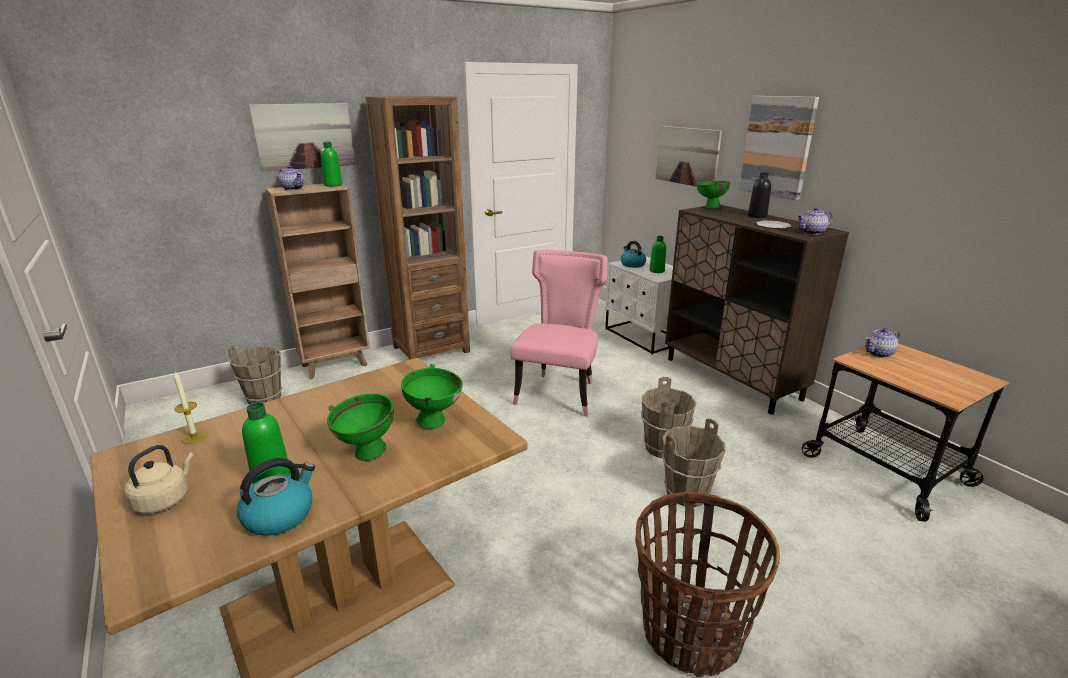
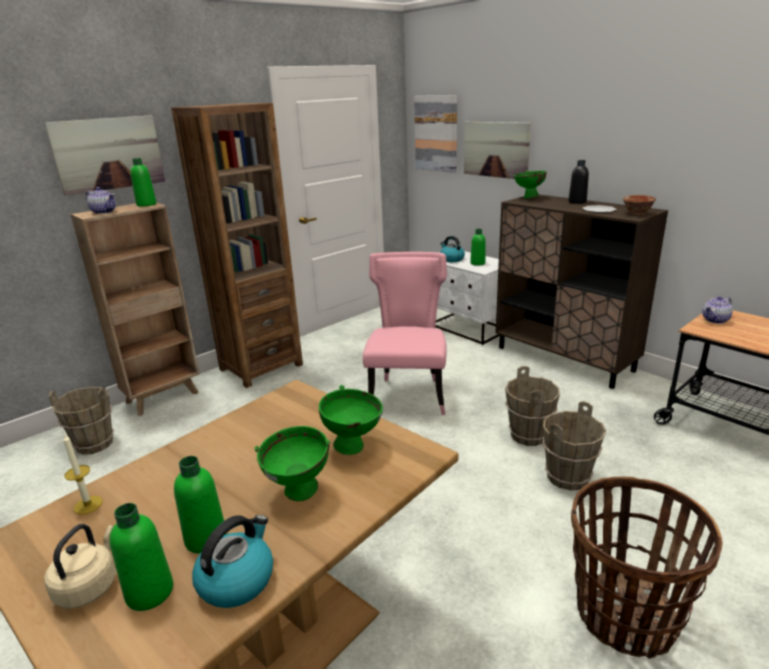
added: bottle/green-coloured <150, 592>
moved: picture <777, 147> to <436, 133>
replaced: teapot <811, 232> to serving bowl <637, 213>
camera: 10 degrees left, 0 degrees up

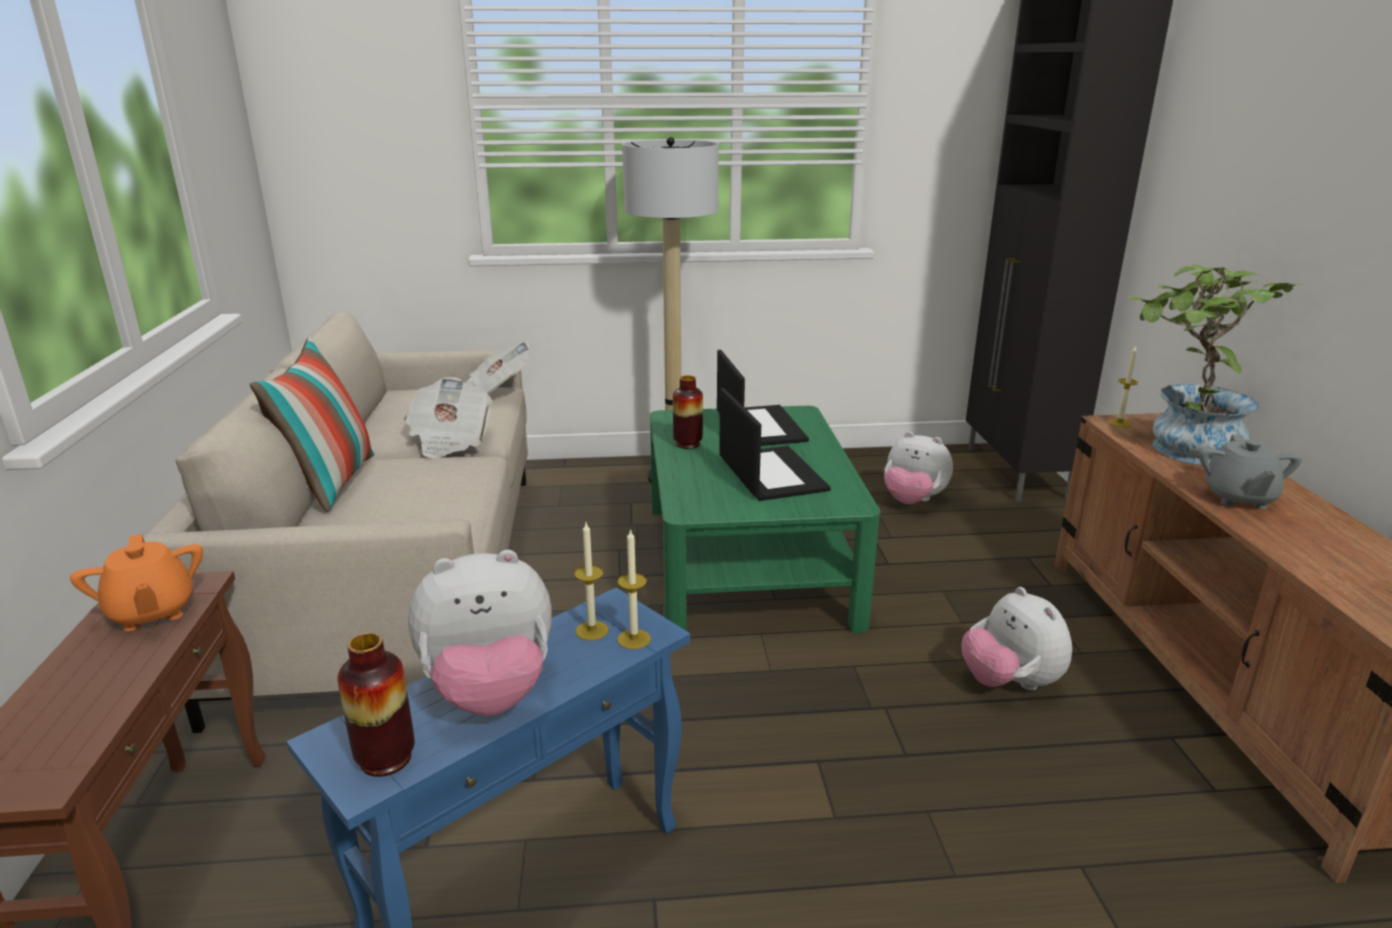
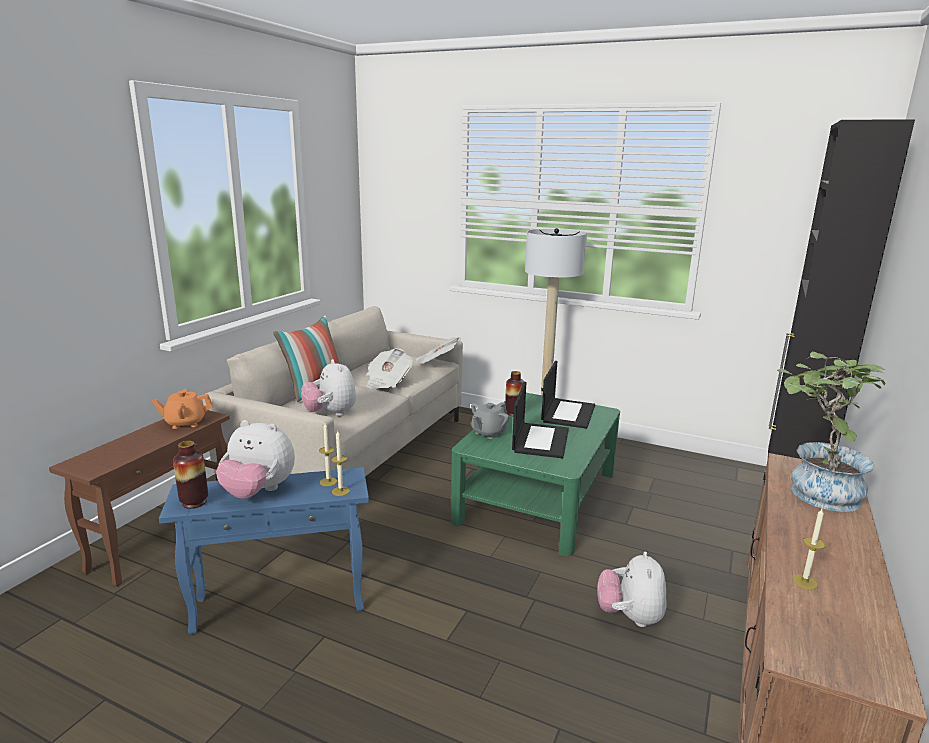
moved: soft toy <913, 501> to <331, 413>; wax candle <1119, 423> to <804, 582>; teapot/grey <1238, 498> to <488, 433>
turned: teapot/orange <152, 612> = <185, 423> 75 degrees clockwise
camera: 30 degrees right, 5 degrees down

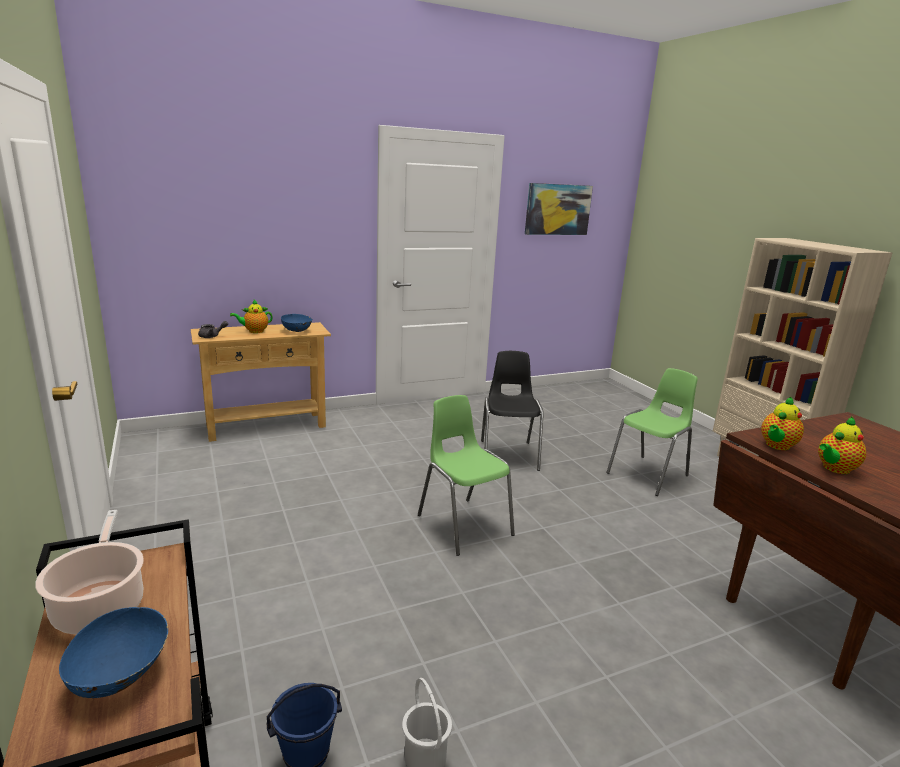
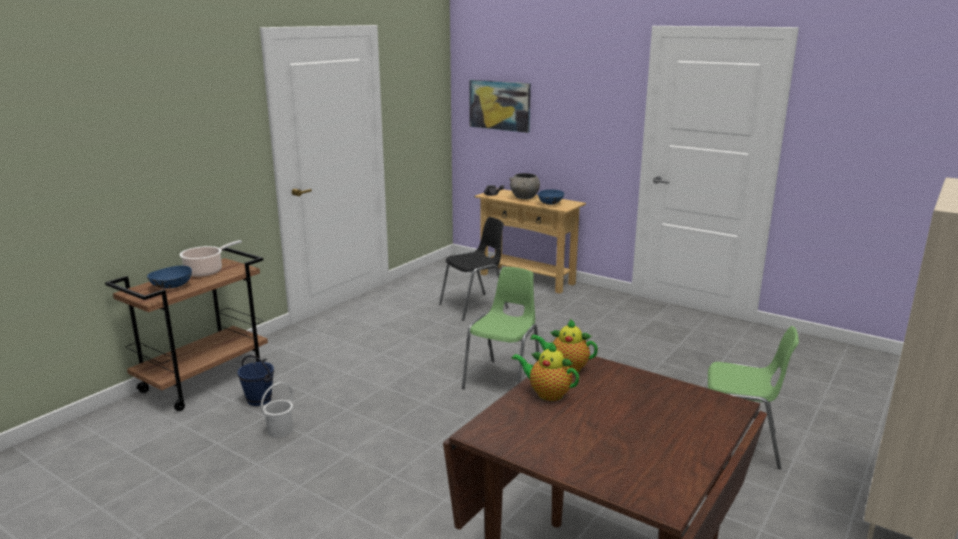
moved: plain chair/blackish <508, 455> to <474, 306>; picture <557, 209> to <500, 105>
replaced: teapot <254, 331> to serving bowl/grey <524, 198>
camera: 60 degrees right, 0 degrees up

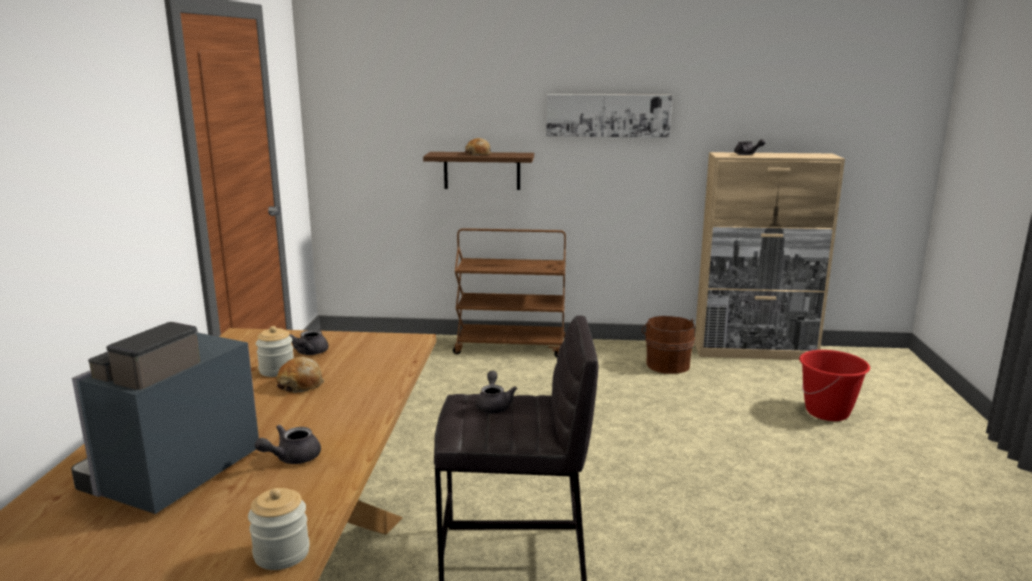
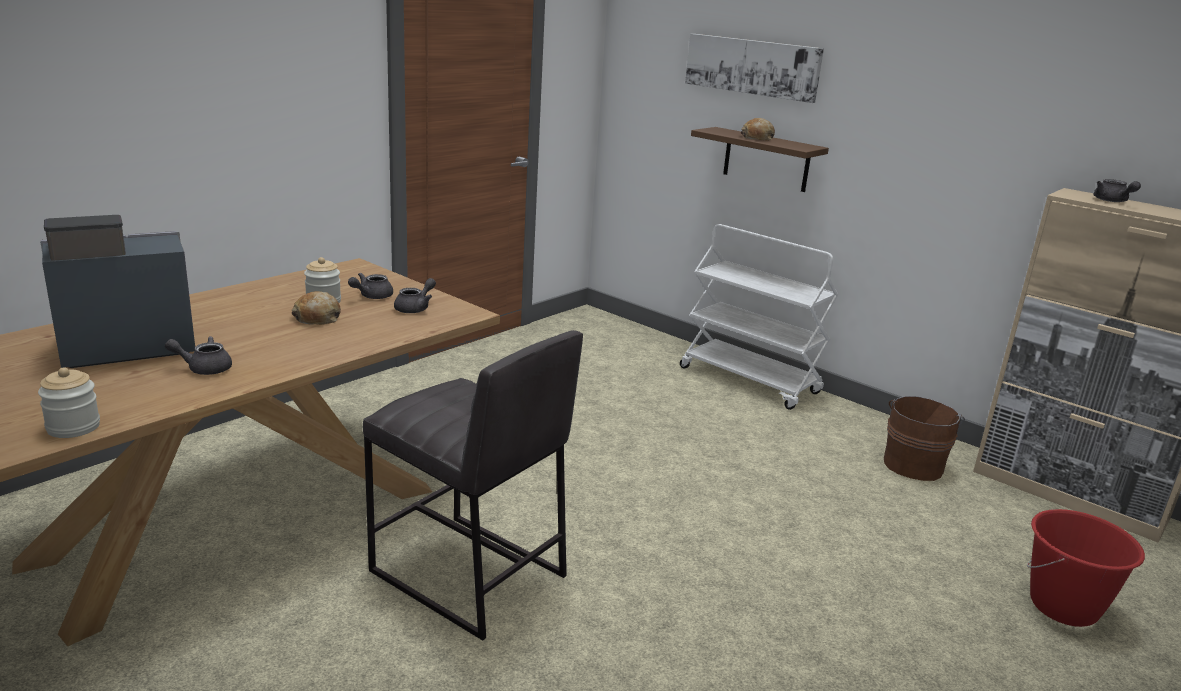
moved: teapot/grey <493, 405> to <415, 308>; picture <608, 115> to <752, 66>
recoloured: trolley/brown <511, 347> to trolley/white-coloured <750, 381>
camera: 35 degrees right, 5 degrees up

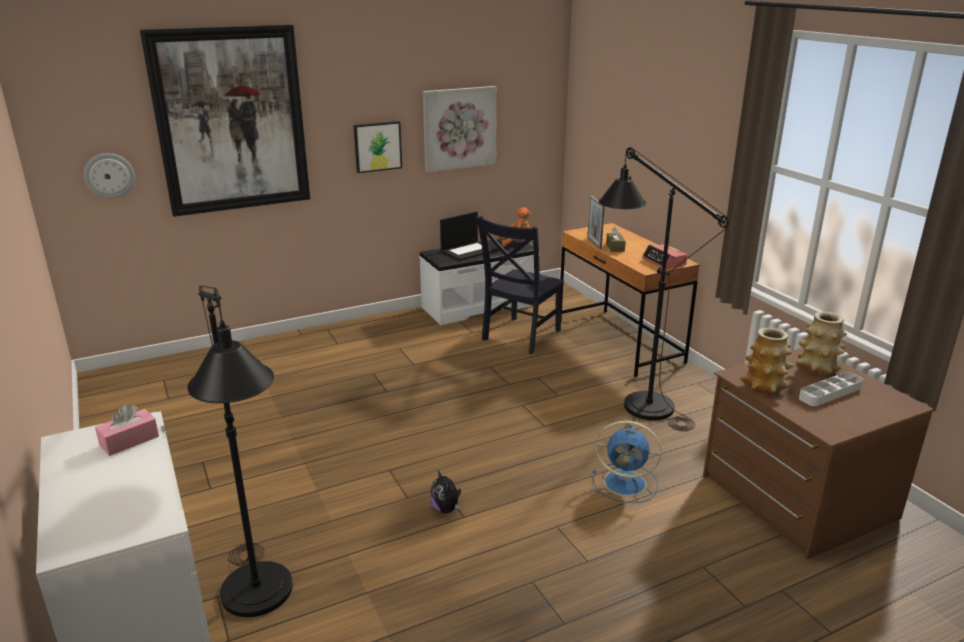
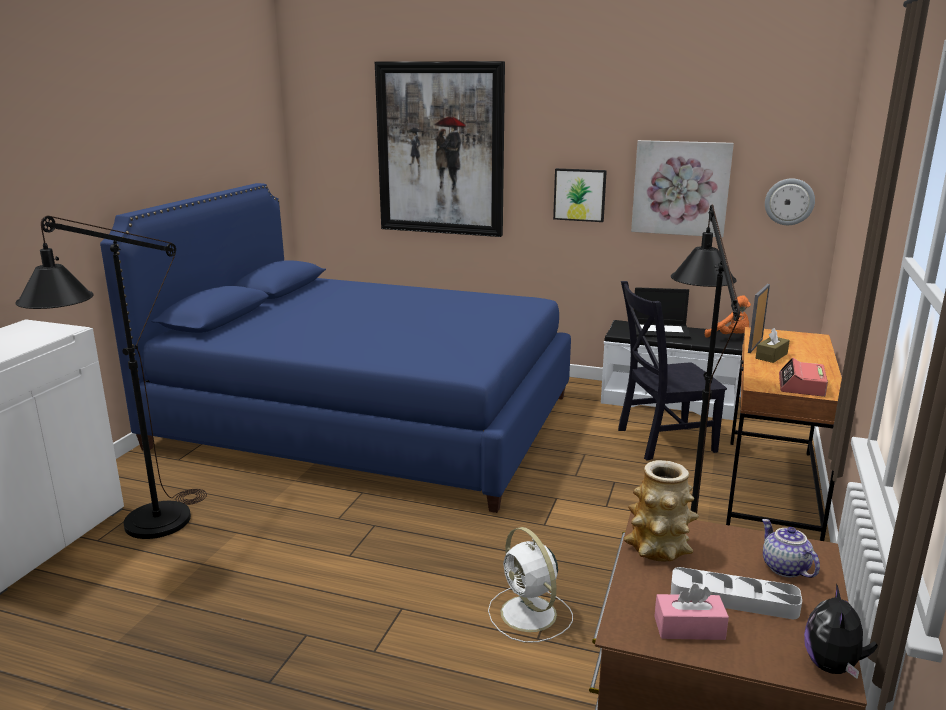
added: bed/bluish <367, 421>
moved: wall clock <109, 175> to <789, 201>; tissue holder/pinkish <129, 440> to <689, 628>; soft toy <446, 509> to <833, 666>
replaced: decorative vase <817, 368> to teapot <784, 568>
recoloured: fan/bluish <627, 483> to fan/white-coloured <530, 615>
camera: 45 degrees right, 5 degrees down

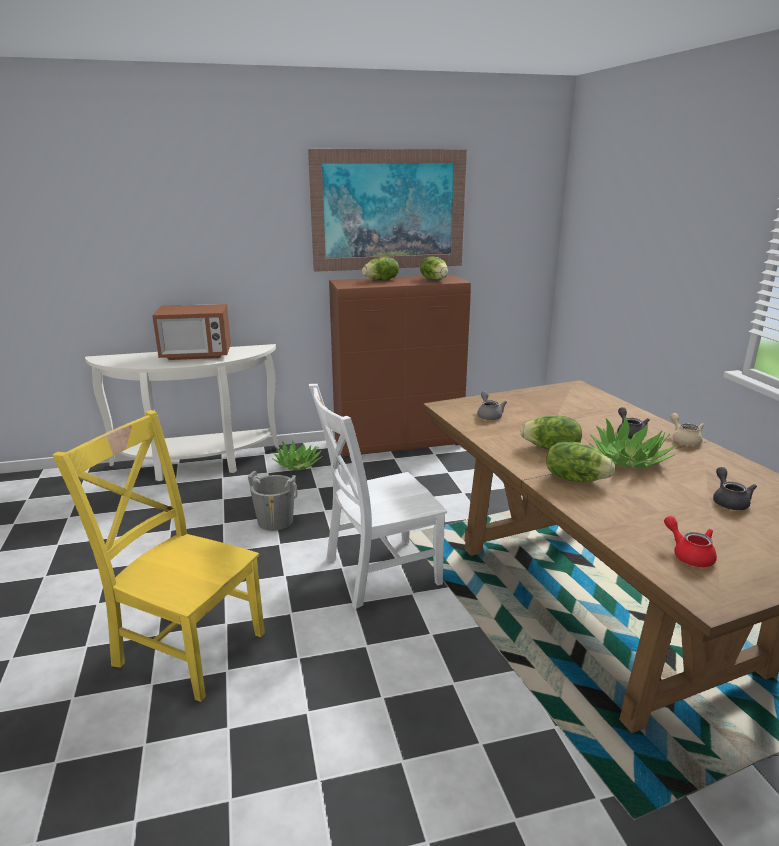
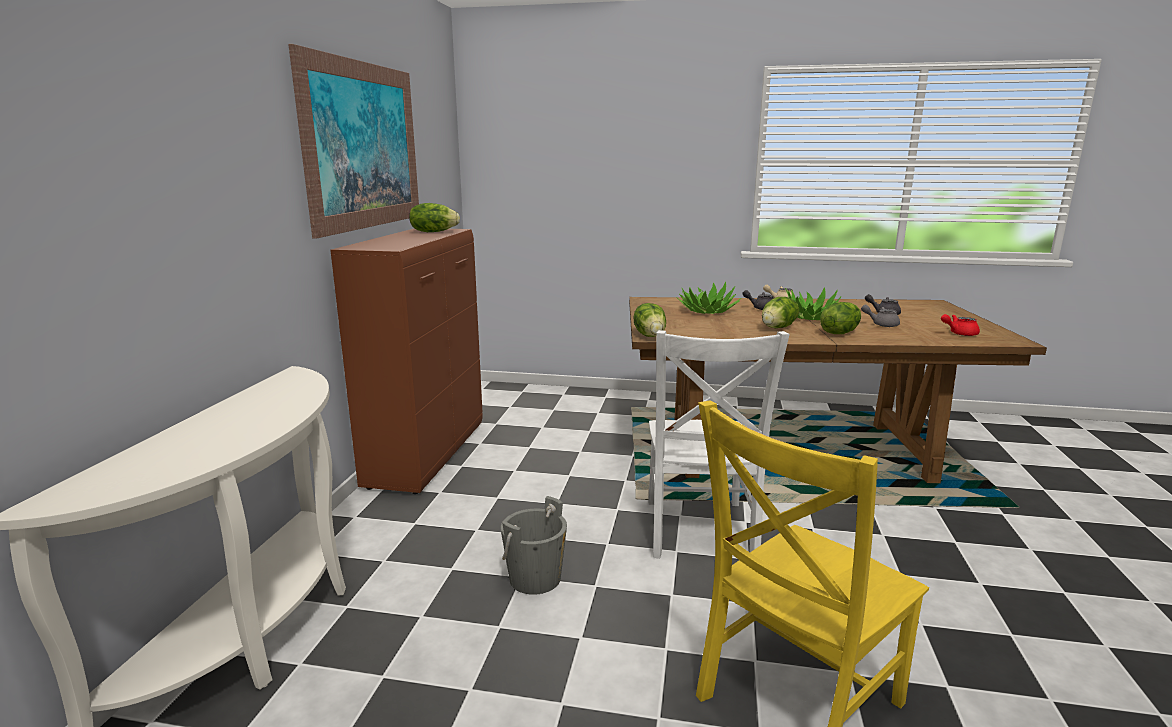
removed: microwave oven <196, 355>
moved: potted plant <298, 464> to <707, 311>; lettuce <381, 280> to <650, 335>; teapot/grey <489, 415> to <881, 324>
camera: 65 degrees left, 5 degrees down

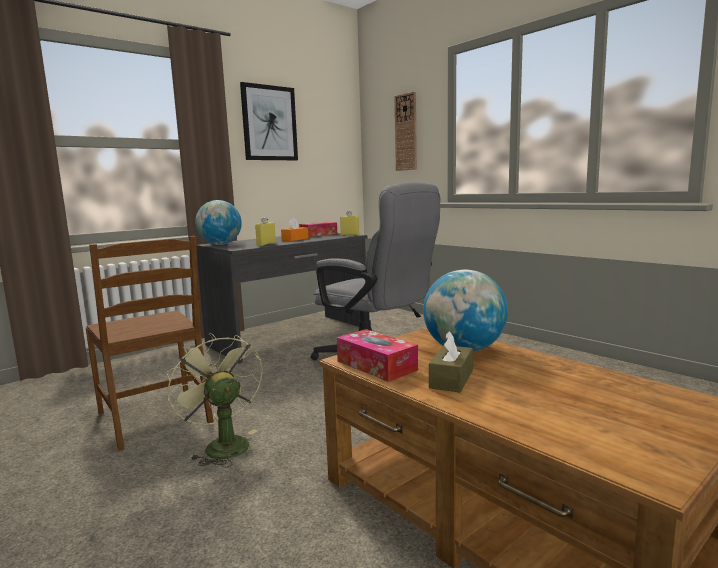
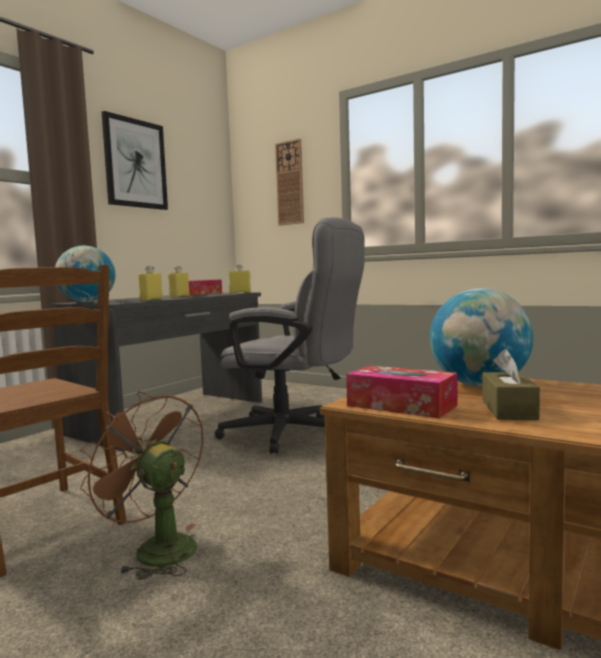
replaced: tissue holder/orange <295, 239> to bottle/yellowish <179, 296>
recoloured: fan/green-coloured <222, 445> to fan/brown <155, 548>
camera: 15 degrees left, 5 degrees down

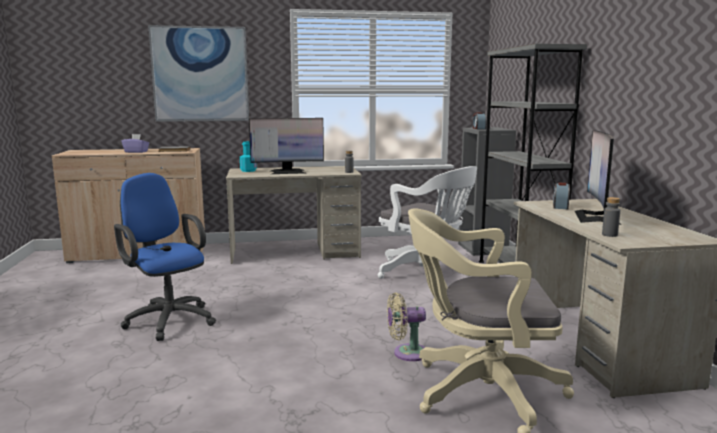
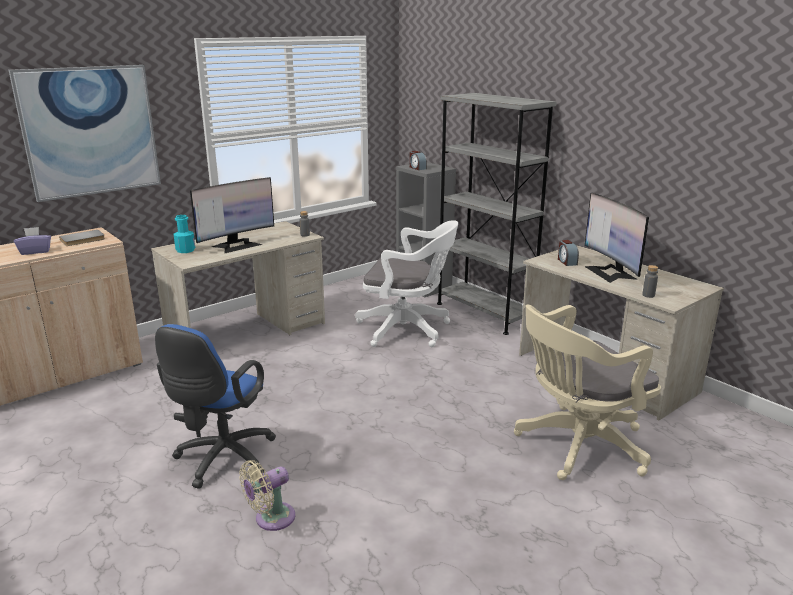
moved: fan/beige-coloured <406, 353> to <271, 519>
turned: desk chair/bluish <168, 319> = <222, 460> 90 degrees counterclockwise
camera: 30 degrees left, 10 degrees up

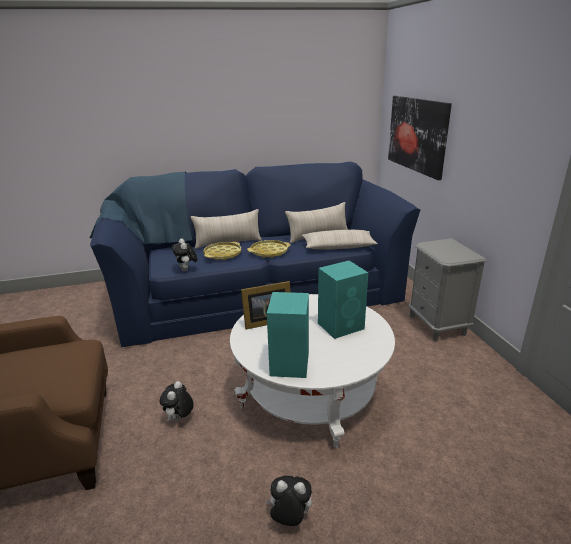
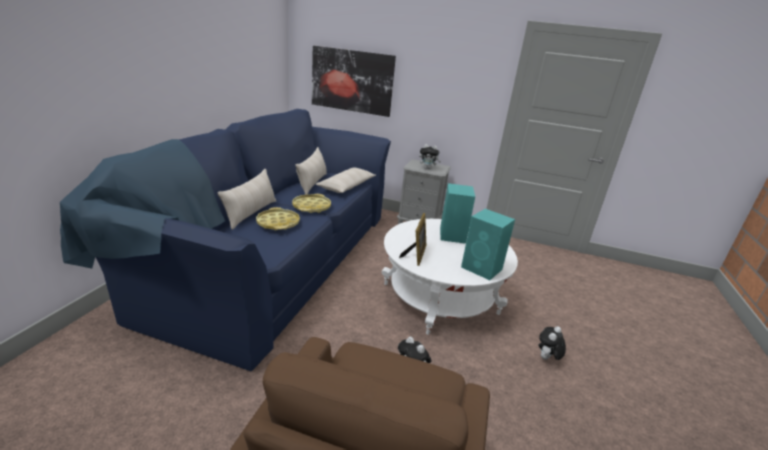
moved: soft toy <186, 270> to <428, 168>
camera: 60 degrees left, 0 degrees up

